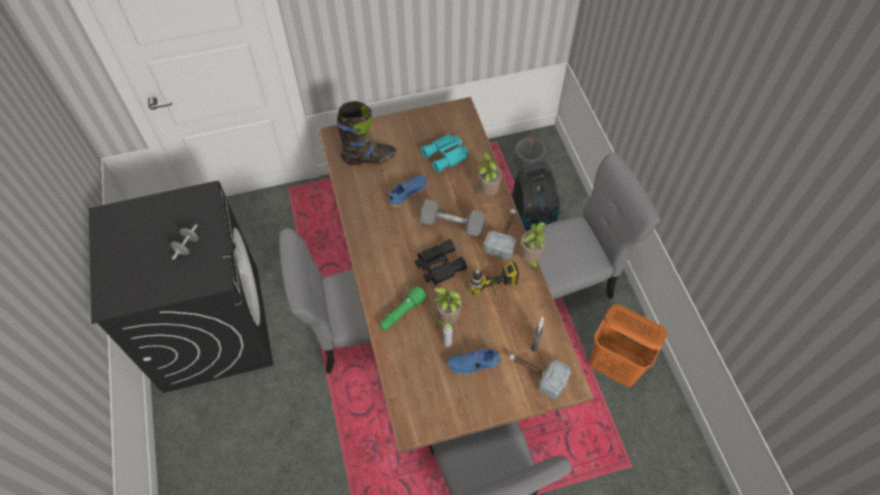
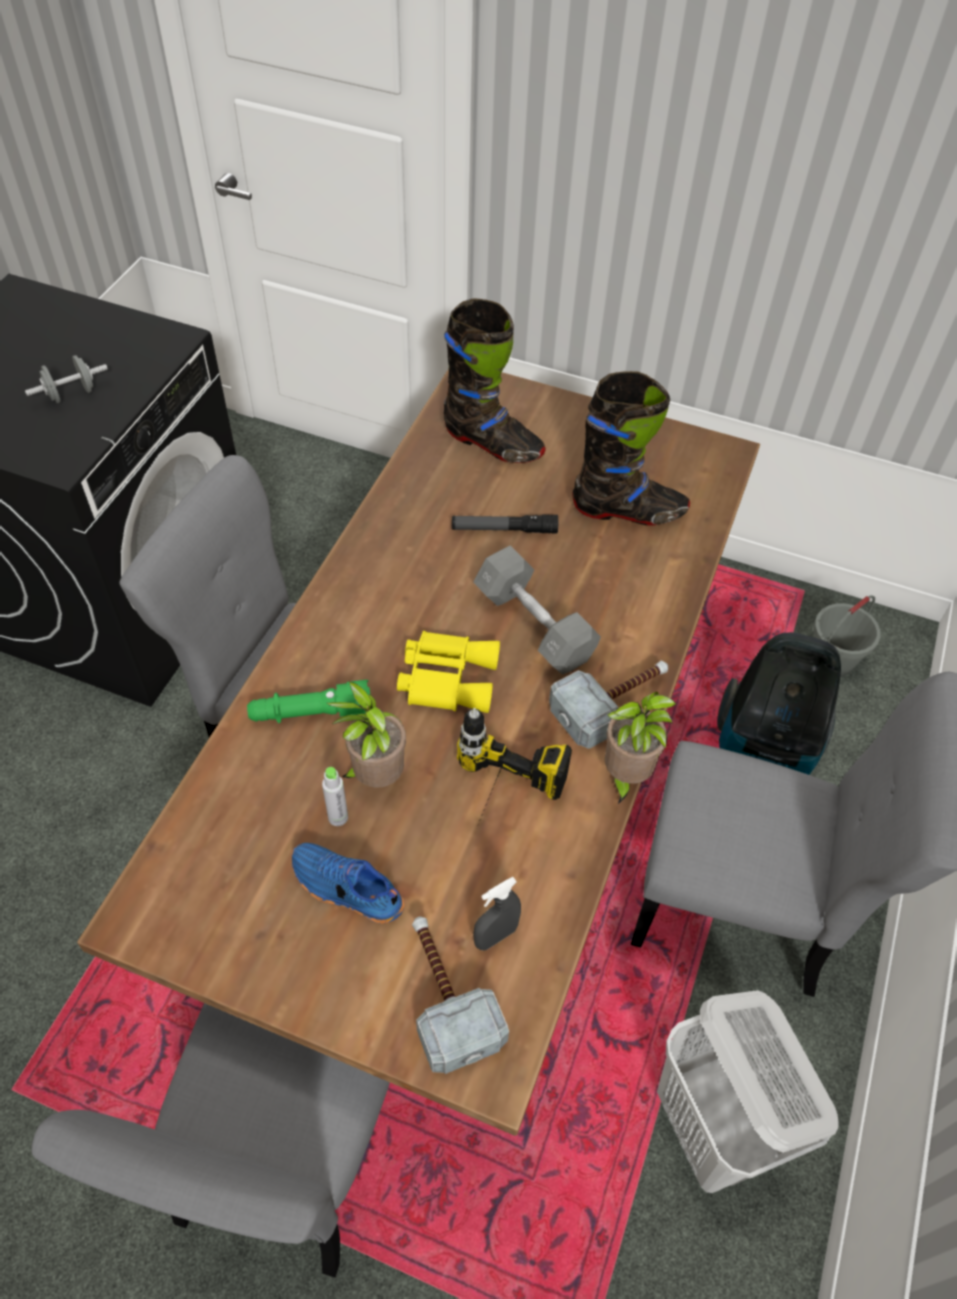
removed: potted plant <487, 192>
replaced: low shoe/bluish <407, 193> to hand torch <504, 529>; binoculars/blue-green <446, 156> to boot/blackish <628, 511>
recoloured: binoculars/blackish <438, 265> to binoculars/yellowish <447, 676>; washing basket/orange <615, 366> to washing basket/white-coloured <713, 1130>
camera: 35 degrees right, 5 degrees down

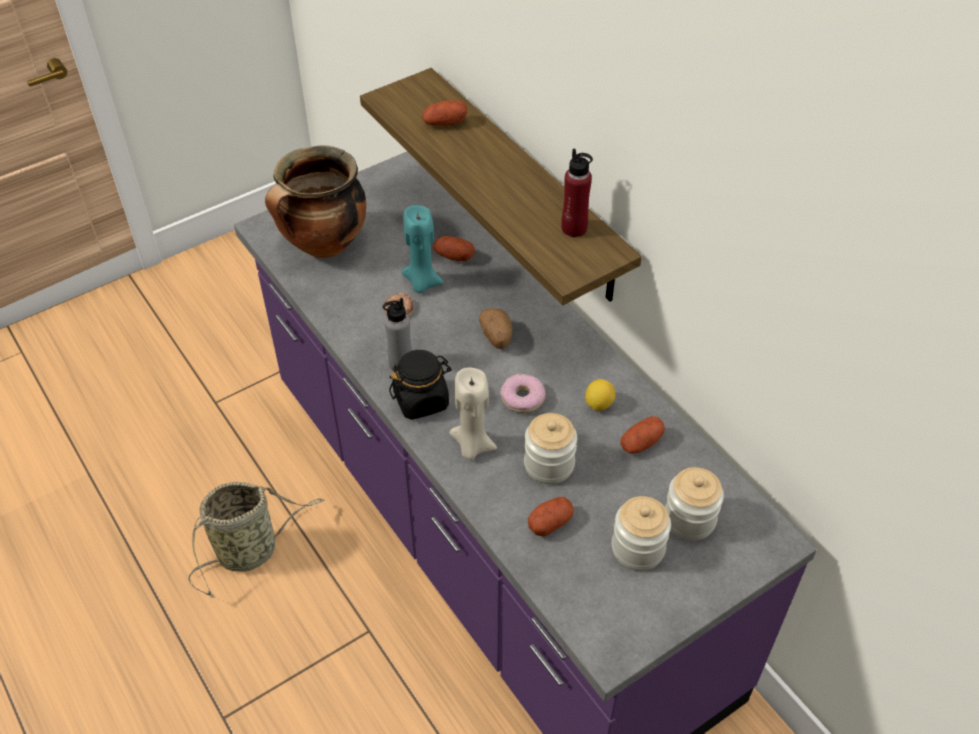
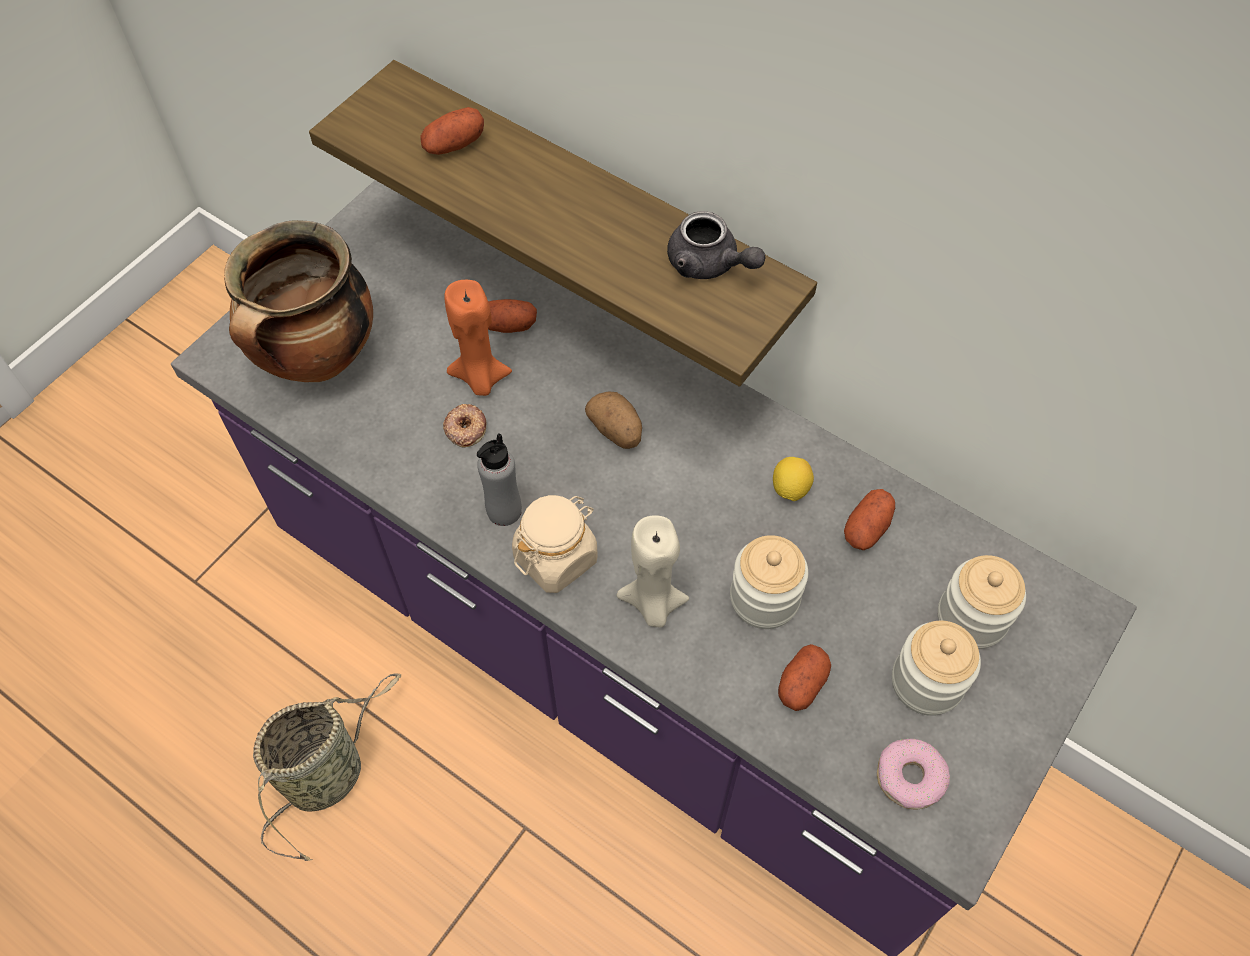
moved: doughnut <522, 398> to <910, 777>
replaced: bottle/red-coloured <574, 228> to teapot/grey <709, 265>
recoloured: preserve jar/blackish <421, 400> to preserve jar/beige-coloured <556, 557>; wax candle/blue-green <421, 283> to wax candle/orange <480, 378>
camera: 20 degrees left, 10 degrees up

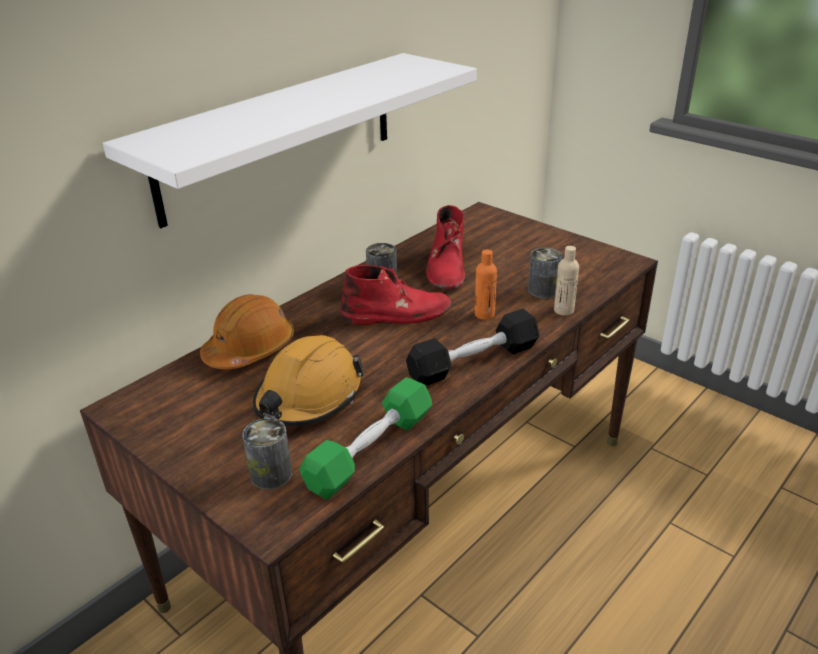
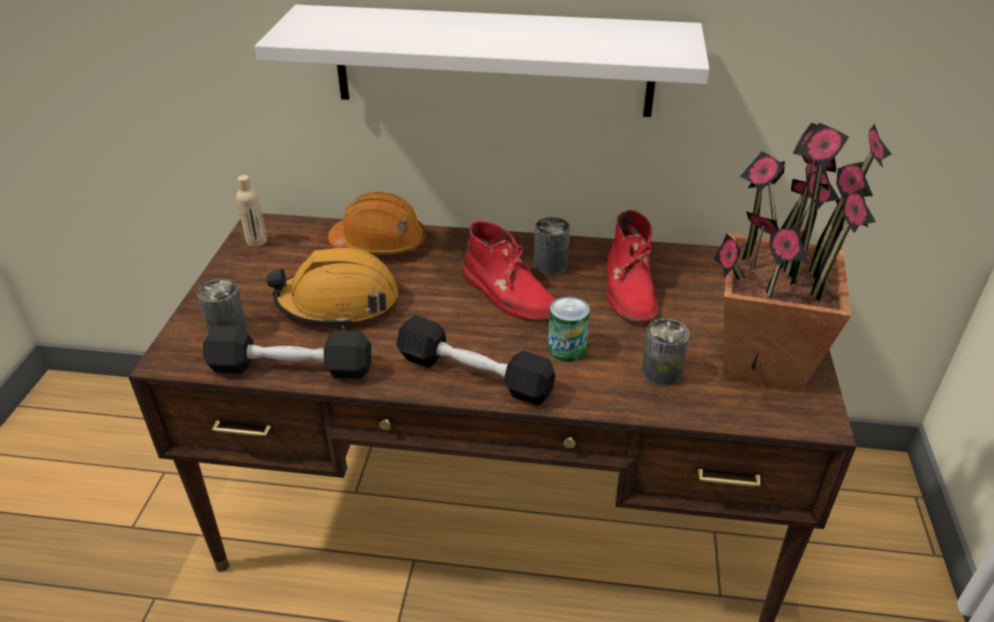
added: potted plant <761, 360>
moved: bottle/beige-coloured <563, 310> to <256, 241>
replaced: bottle/orange <484, 314> to can <567, 349>
recoloured: dumbbell/green-coloured <370, 450> to dumbbell/blackish <291, 368>
turned: boot/red-coloured <447, 267> = <629, 288> 60 degrees counterclockwise
camera: 55 degrees right, 5 degrees up

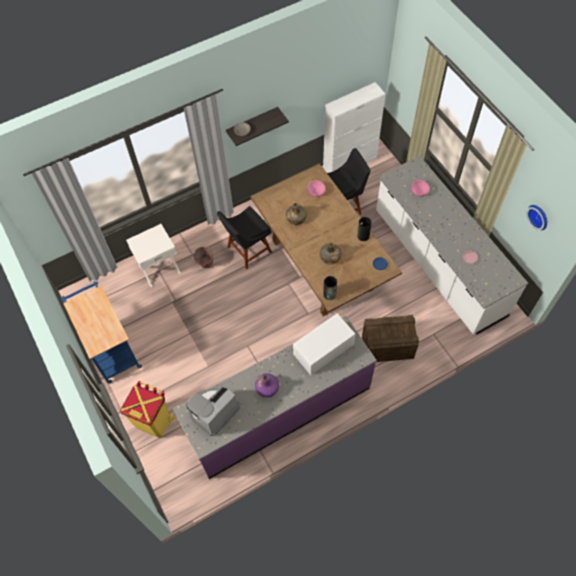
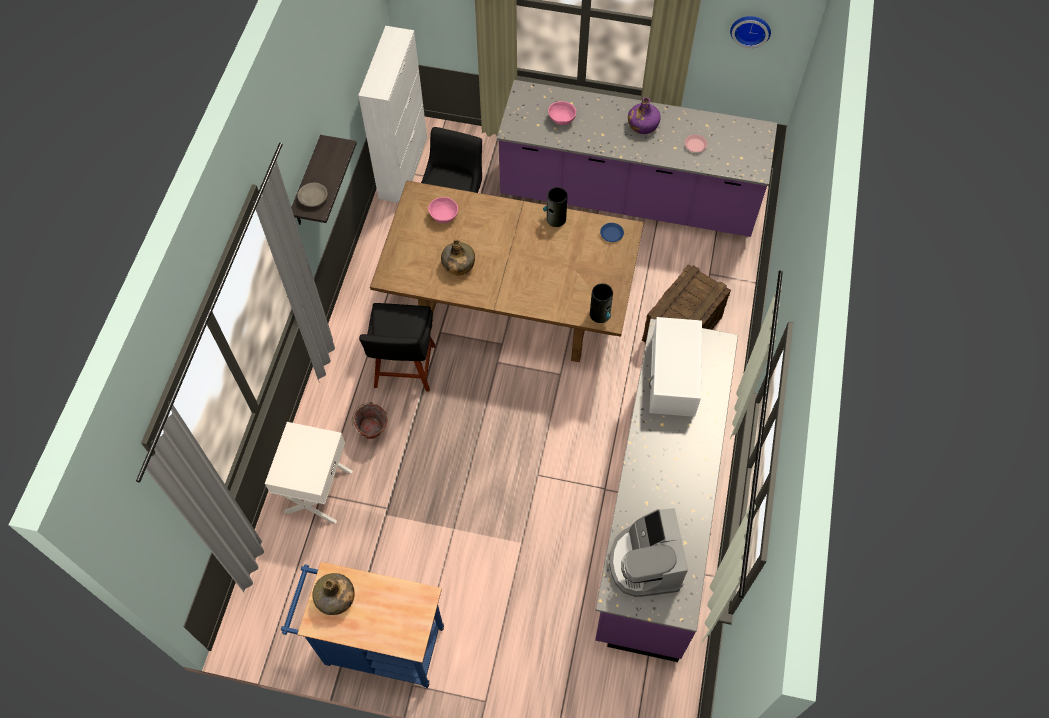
removed: waste bin/yellowish <154, 422>
moved: bottle/purple <267, 388> to <642, 125>; bottle/green-coloured <330, 257> to <335, 598>
recoloured: kitchen base unit/white-coloured <438, 264> to kitchen base unit/purple <628, 197>
camera: 50 degrees left, 0 degrees up

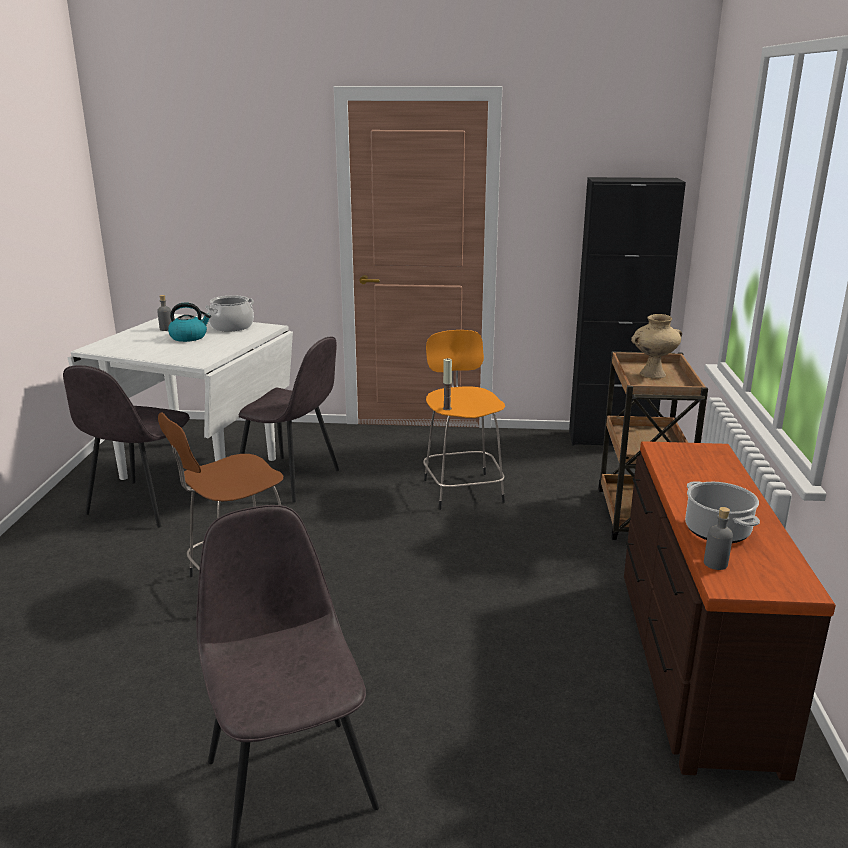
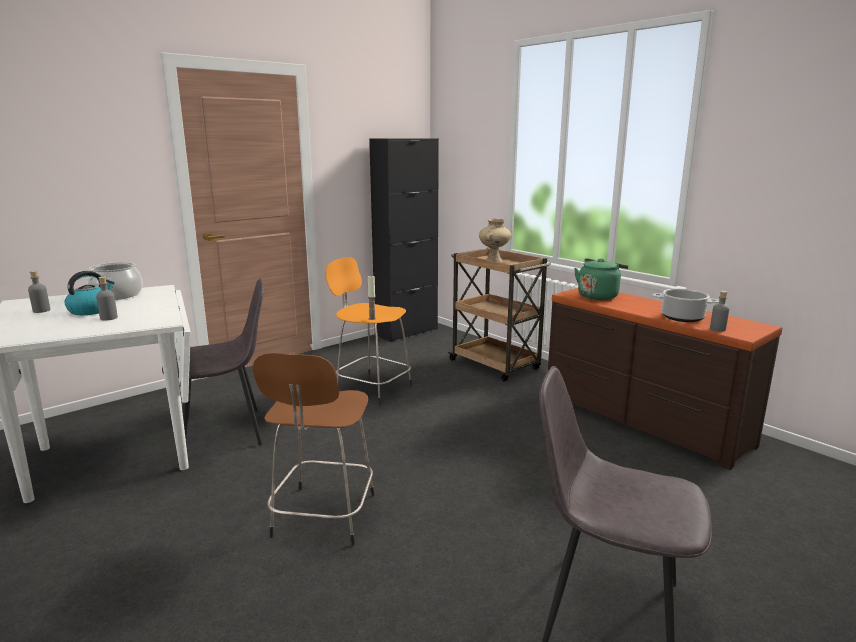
removed: plain chair/grey <143, 505>
added: bottle/grey <109, 318>; tea kettle/green-coloured <598, 296>
camera: 45 degrees left, 5 degrees down

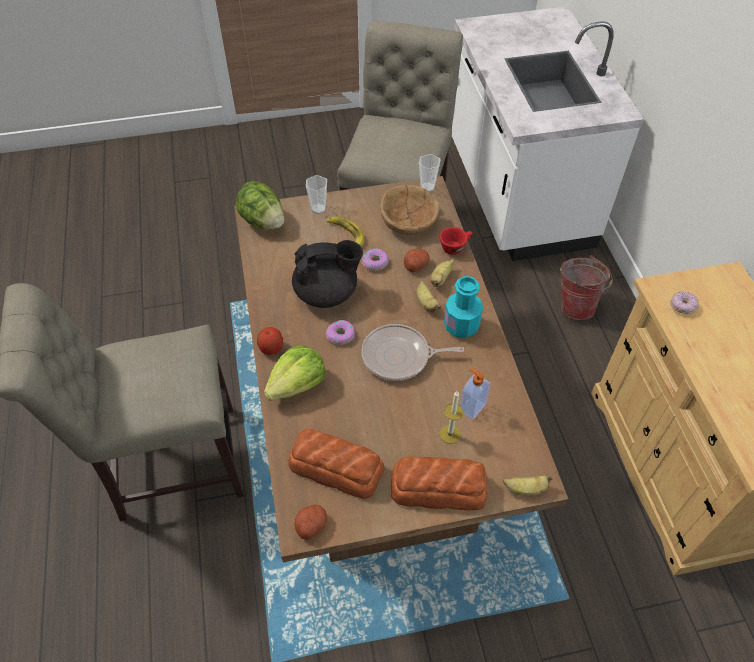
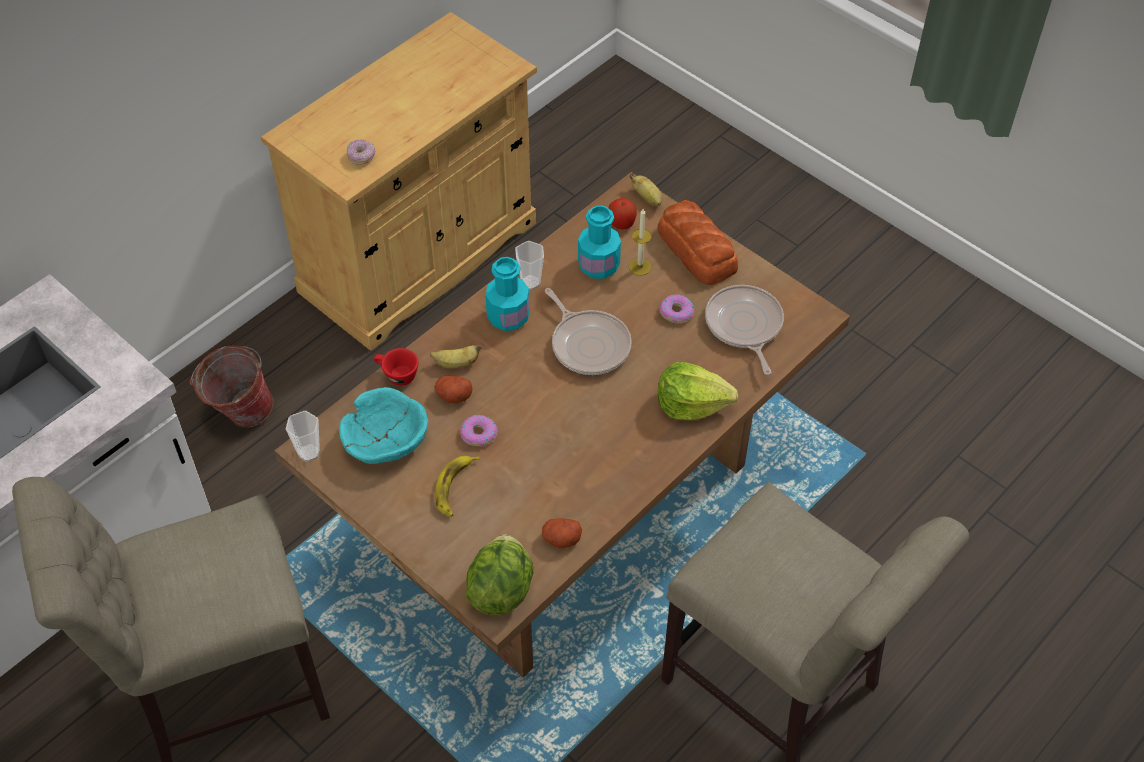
removed: teapot/blackish <327, 293>; whole banana <426, 303>
moved: apple fruit <271, 348> to <621, 224>; whole potato <311, 524> to <561, 539>; cup <318, 208> to <530, 282>; doughnut <340, 335> to <676, 312>
replaced: bakery bread <335, 466> to pan <744, 326>; liquid soap bottle <471, 407> to bottle/blue-green <598, 265>
recoloured: serving bowl/brown <408, 221> to serving bowl/blue-green <386, 440>
camera: 125 degrees left, 0 degrees up

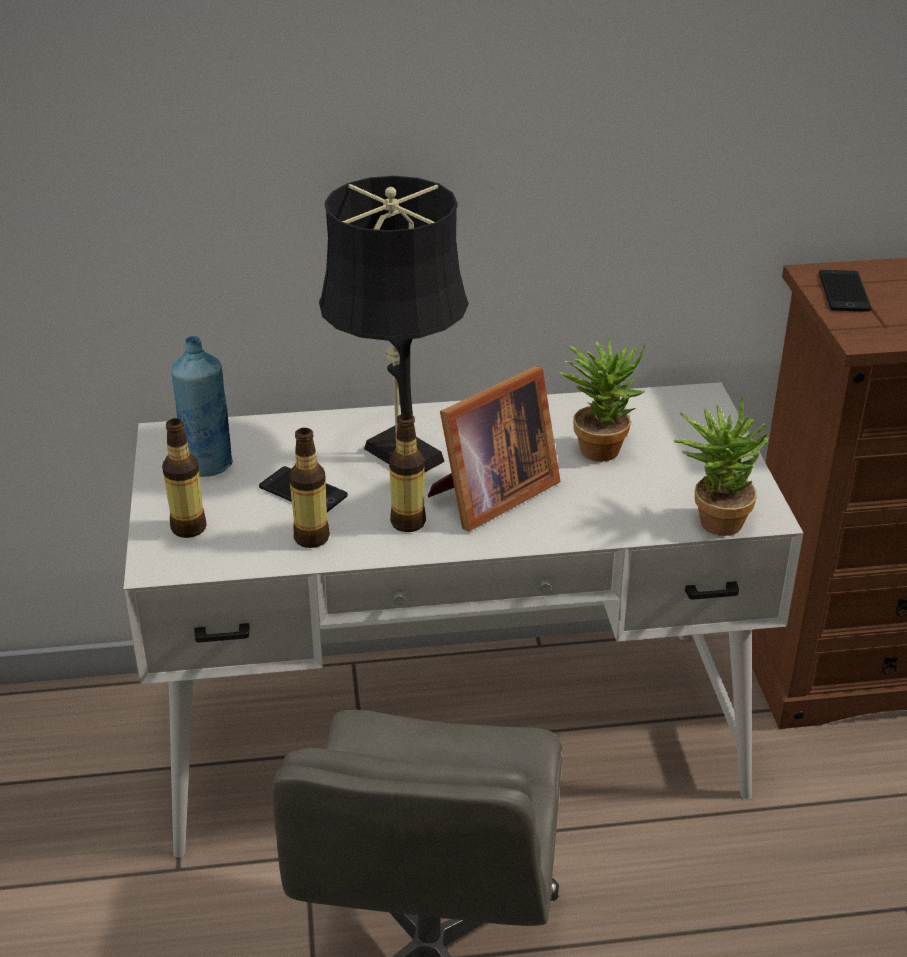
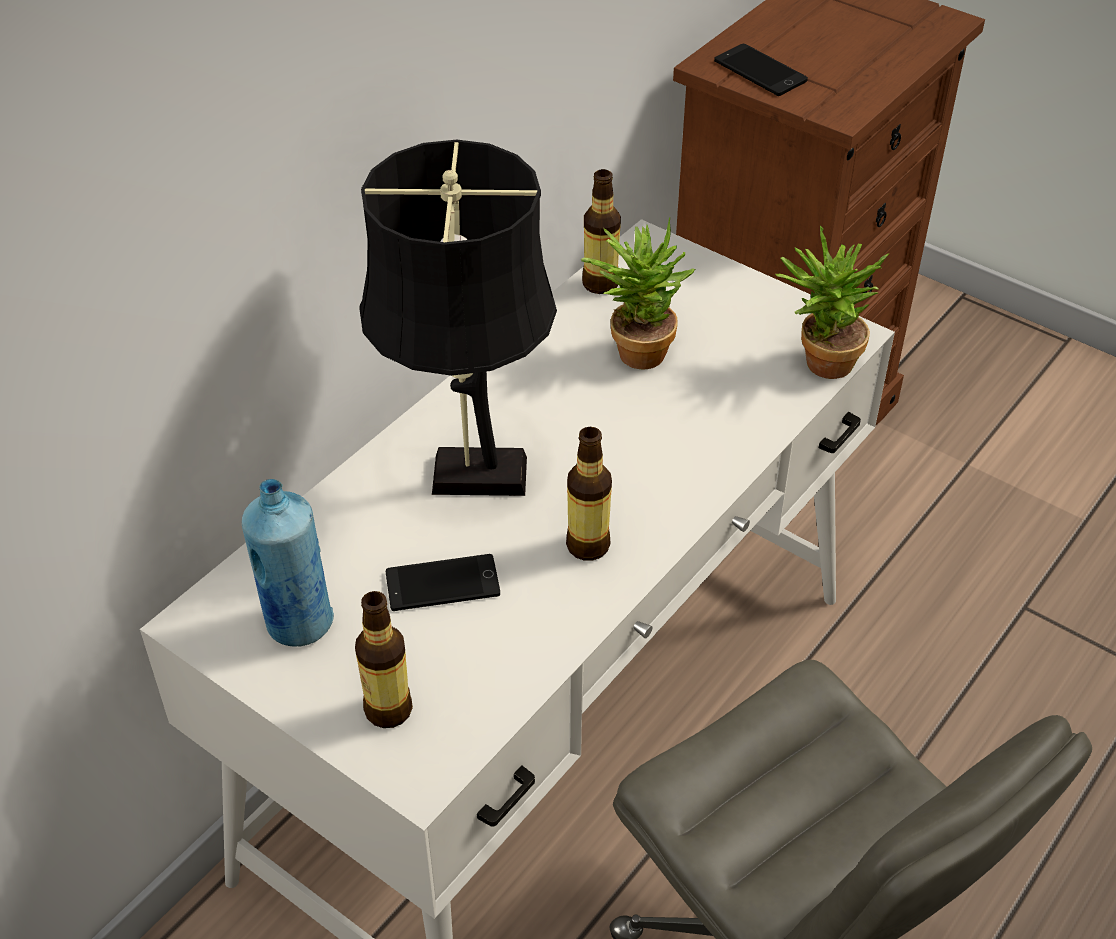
removed: standing frame <489, 496>
moved: bottle <311, 538> to <600, 283>
camera: 45 degrees left, 10 degrees up

